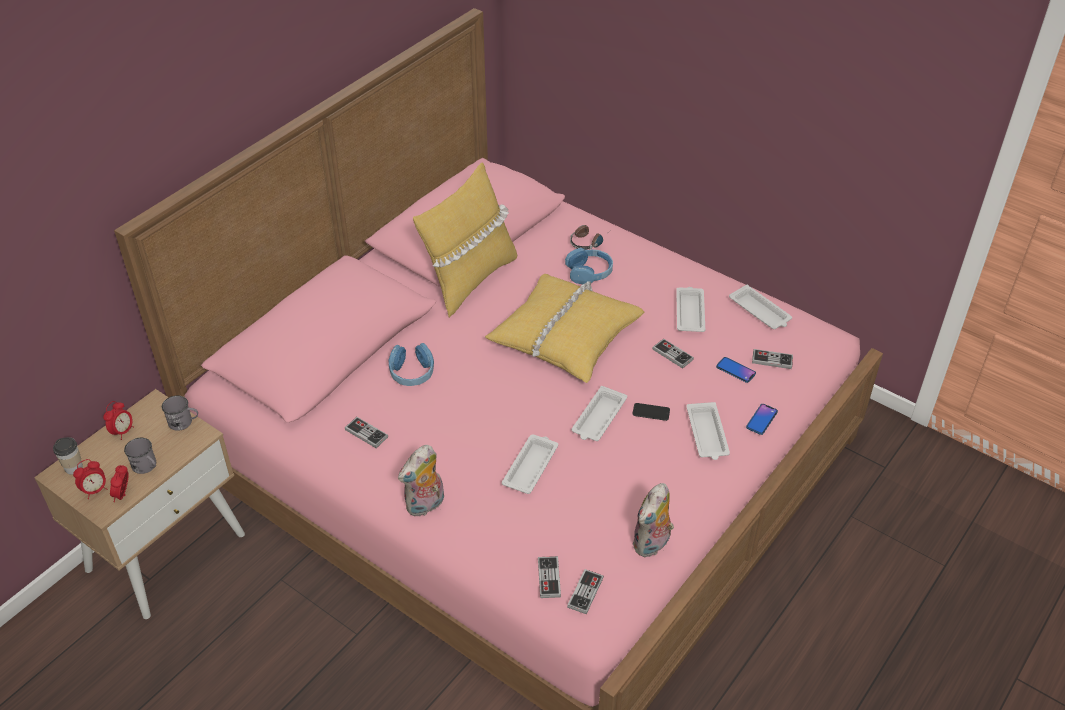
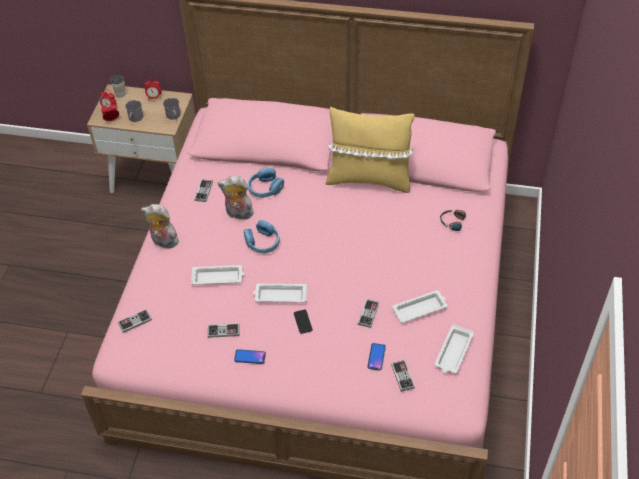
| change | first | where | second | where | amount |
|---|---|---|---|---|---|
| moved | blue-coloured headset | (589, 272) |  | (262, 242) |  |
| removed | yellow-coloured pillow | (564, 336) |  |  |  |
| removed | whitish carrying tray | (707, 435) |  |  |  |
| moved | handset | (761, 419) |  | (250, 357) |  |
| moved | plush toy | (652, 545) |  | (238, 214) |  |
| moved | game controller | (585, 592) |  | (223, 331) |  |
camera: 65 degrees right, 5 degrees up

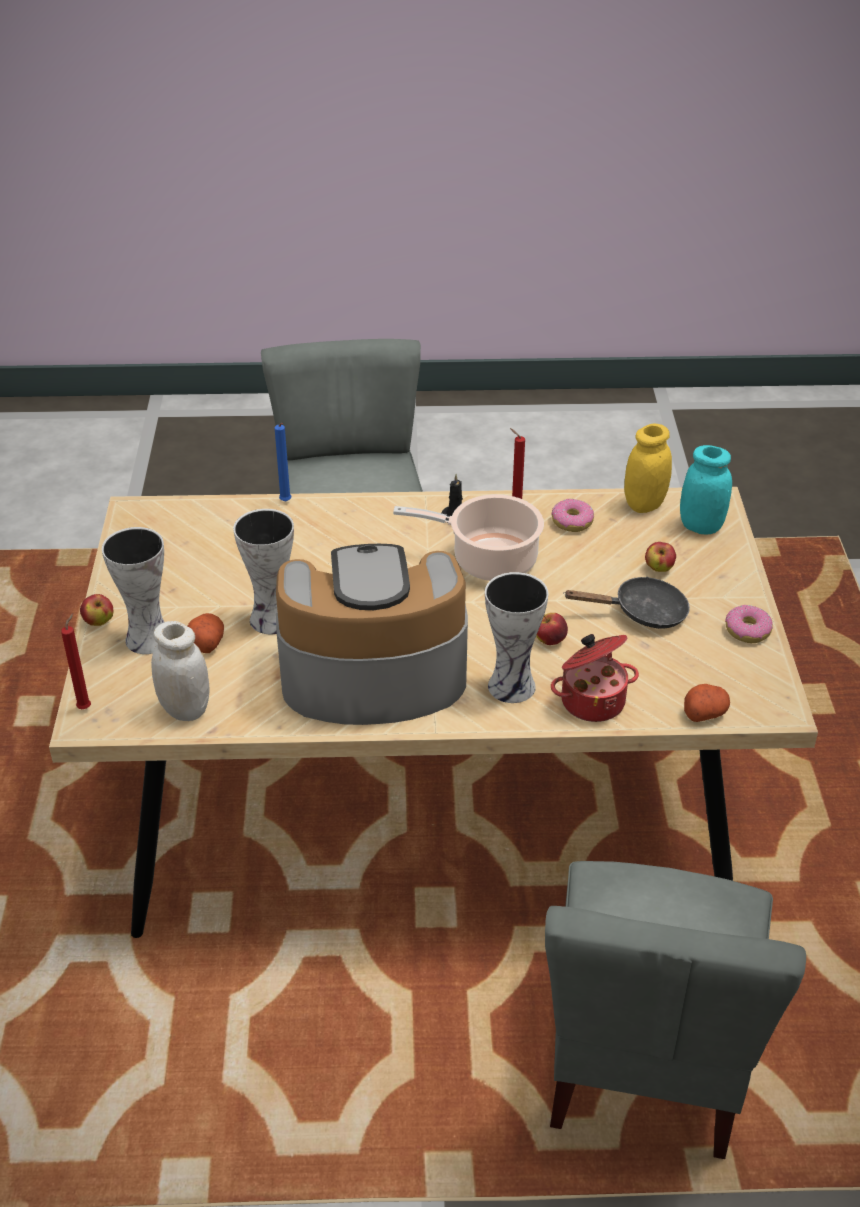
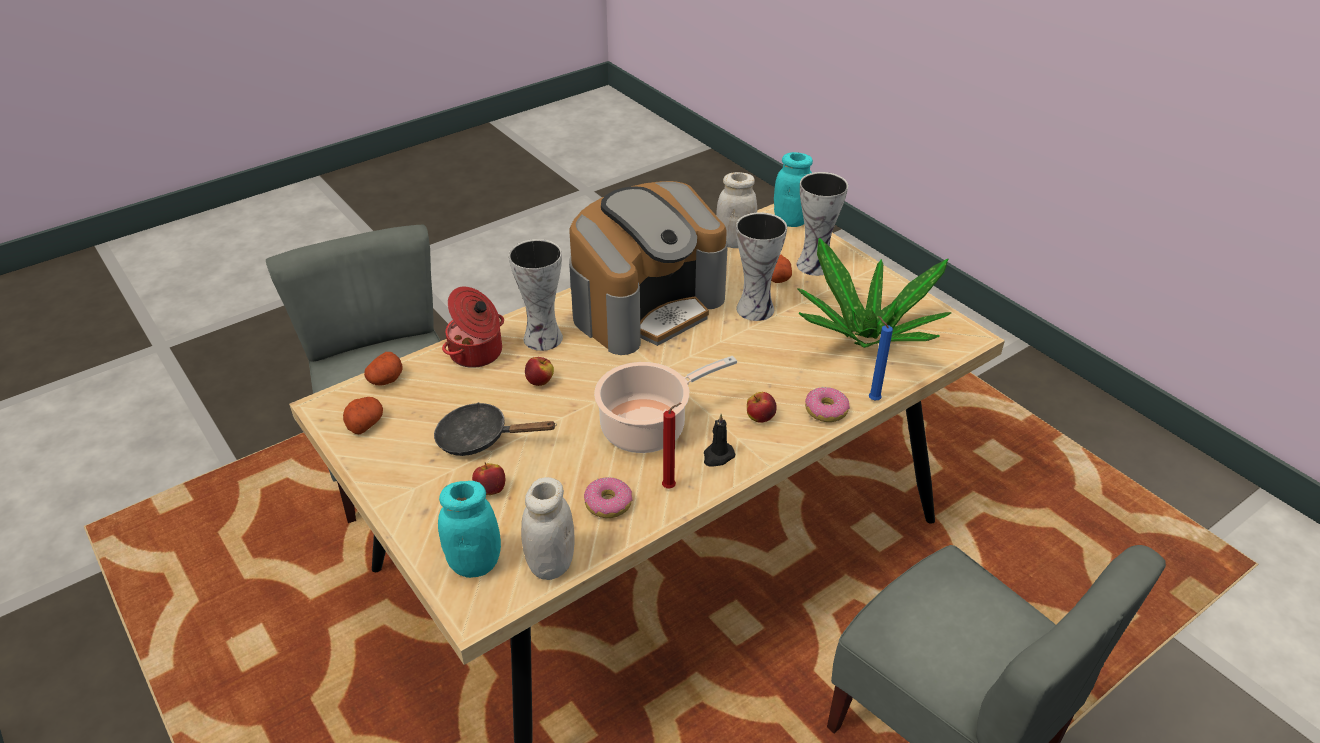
| change | first | where | second | where | amount |
|---|---|---|---|---|---|
| recoloured | yellow-coloured storage jar | (644, 504) | whitish storage jar | (551, 564) |  |
| turned | blackish frying pan | (642, 612) |  | (480, 438) | 45 degrees clockwise |
| moved | apple fruit | (99, 622) |  | (760, 418) |  |
| moved | doughnut | (747, 630) |  | (826, 410) |  |
| replaced | reddish wax candle | (86, 707) | blue-green storage jar | (791, 221) |  |
| added |  |  | houseplant | (866, 337) |  |
| added |  |  | spud | (365, 423) |  |
camera: 145 degrees right, 0 degrees up

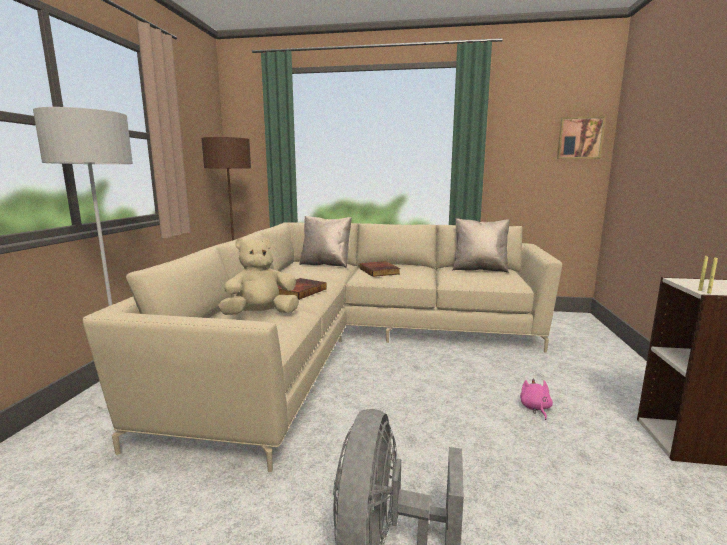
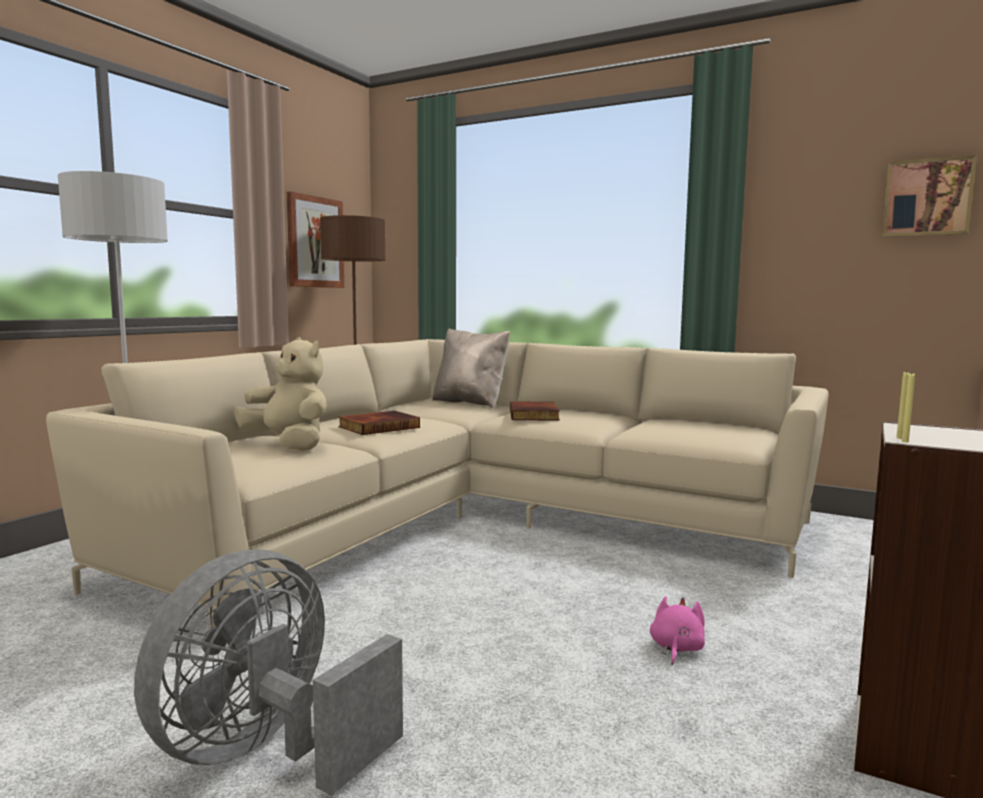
| change | first | where | second | where | amount |
|---|---|---|---|---|---|
| removed | beige-coloured pillow | (479, 269) |  |  |  |
| turned | beige-coloured plush toy | (261, 315) |  | (289, 445) | 45 degrees clockwise |
| added |  |  | picture | (315, 242) |  |
camera: 20 degrees right, 5 degrees down

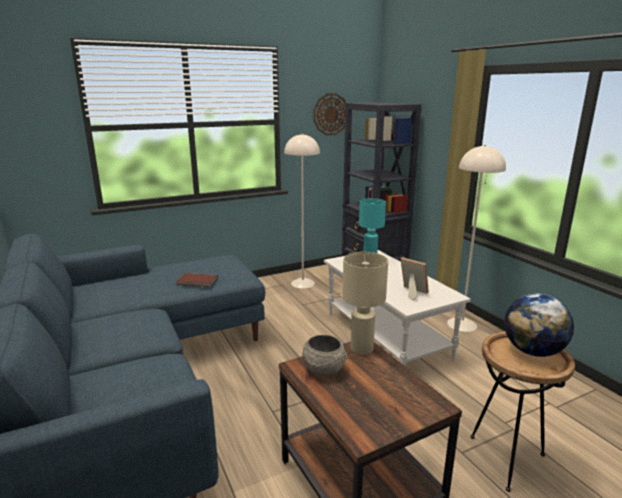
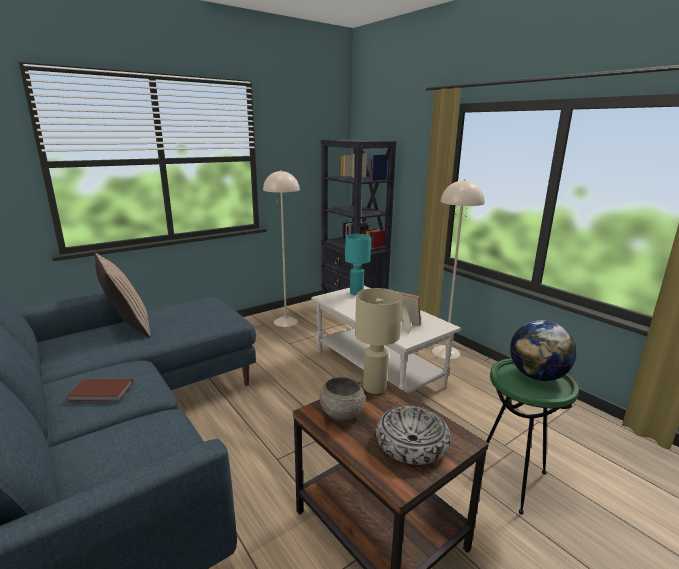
| change | first | where | second | where | amount |
|---|---|---|---|---|---|
| removed | wall clock | (330, 114) |  |  |  |
| moved | brown volume | (197, 282) |  | (101, 392) |  |
| recoloured | brown side table | (507, 459) | green-coloured side table | (513, 482) |  |
| added |  |  | pillow | (127, 326) |  |
| added |  |  | bowl | (411, 443) |  |
camera: 10 degrees left, 0 degrees up

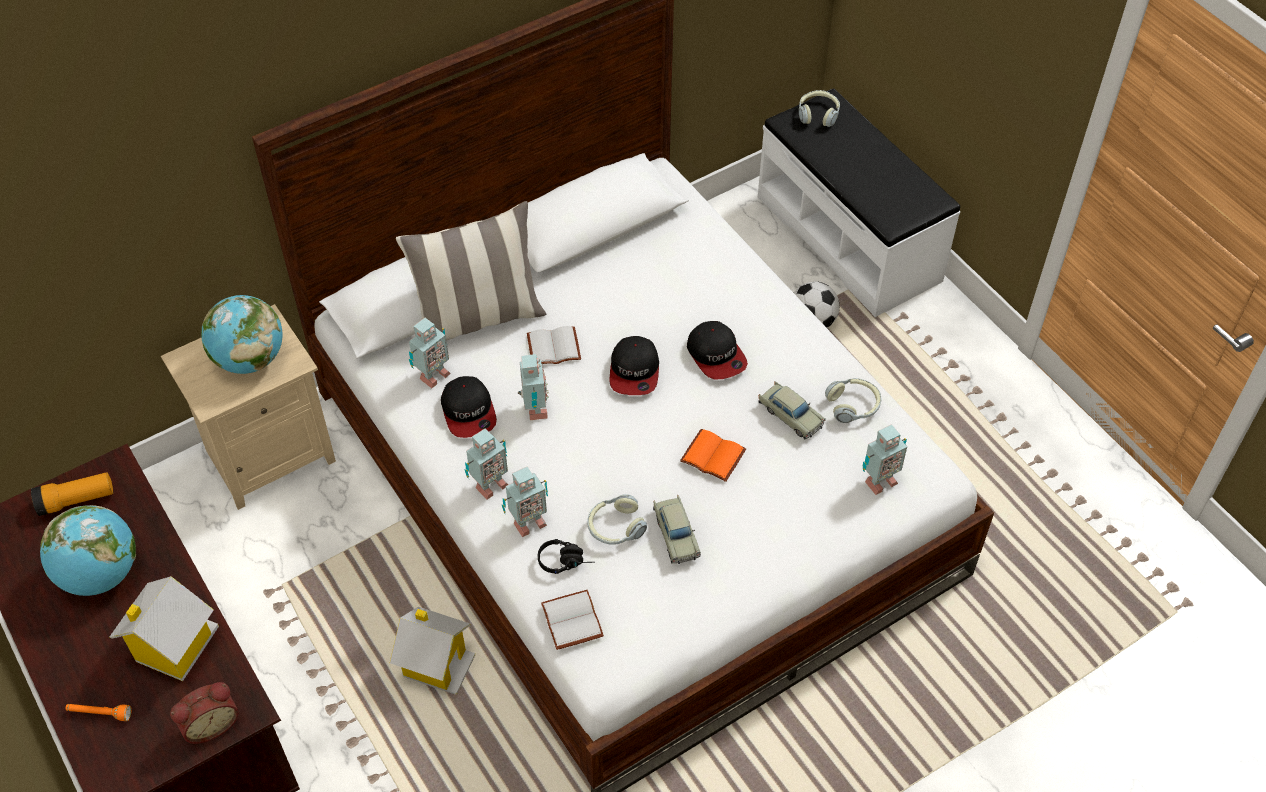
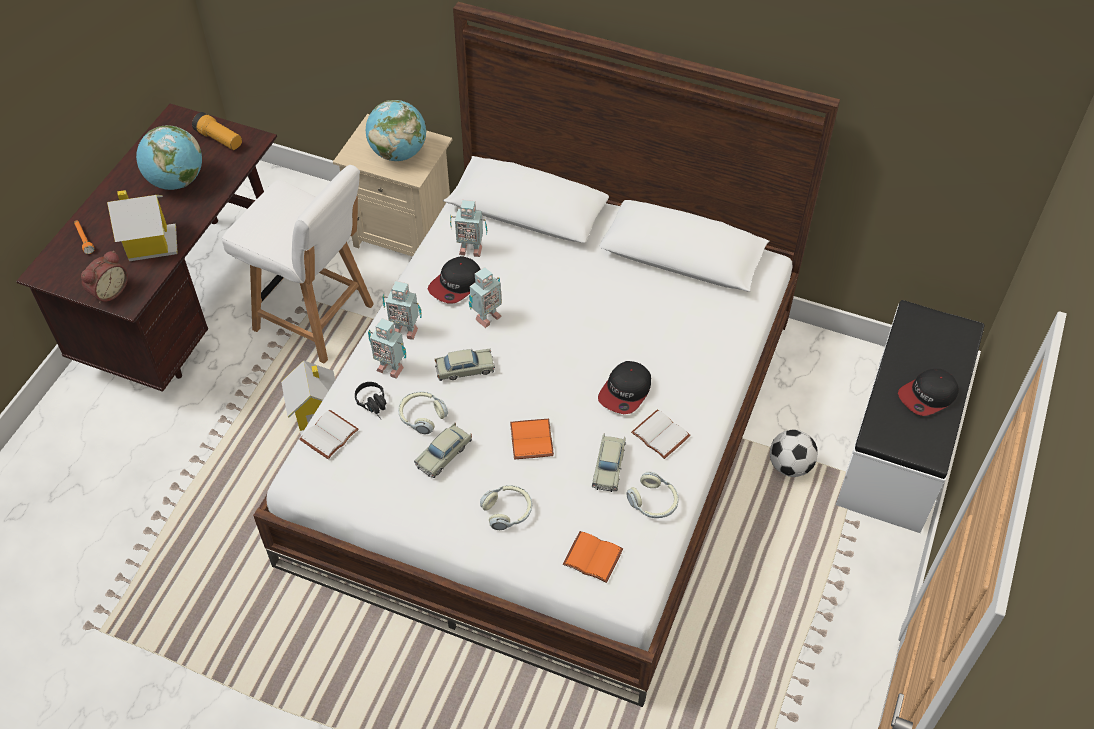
| change | first | where | second | where | amount |
|---|---|---|---|---|---|
| moved | headset | (818, 114) |  | (508, 511) |  |
| removed | pillow | (478, 317) |  |  |  |
| moved | whitish volume | (554, 346) |  | (662, 434) |  |
| moved | baseball cap | (634, 371) |  | (927, 396) |  |
| replaced | toy robot | (878, 481) | orange-coloured volume | (594, 556) |  |
| turned | alarm clock | (210, 723) |  | (108, 291) | 75 degrees counterclockwise |
| added |  |  | whitish chair | (316, 318) |  |
| added |  |  | beige-coloured model car | (465, 369) |  |
camera: 55 degrees right, 0 degrees up

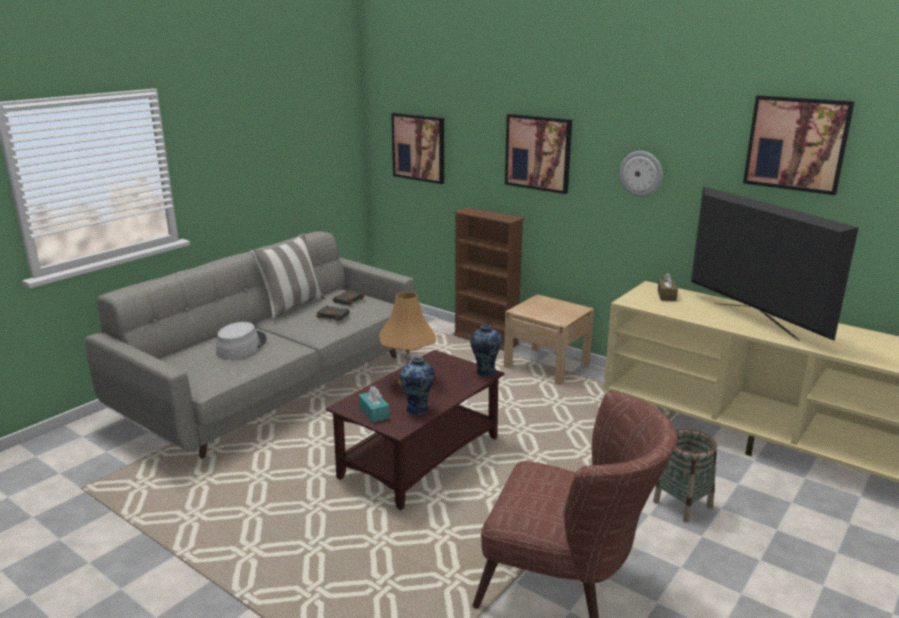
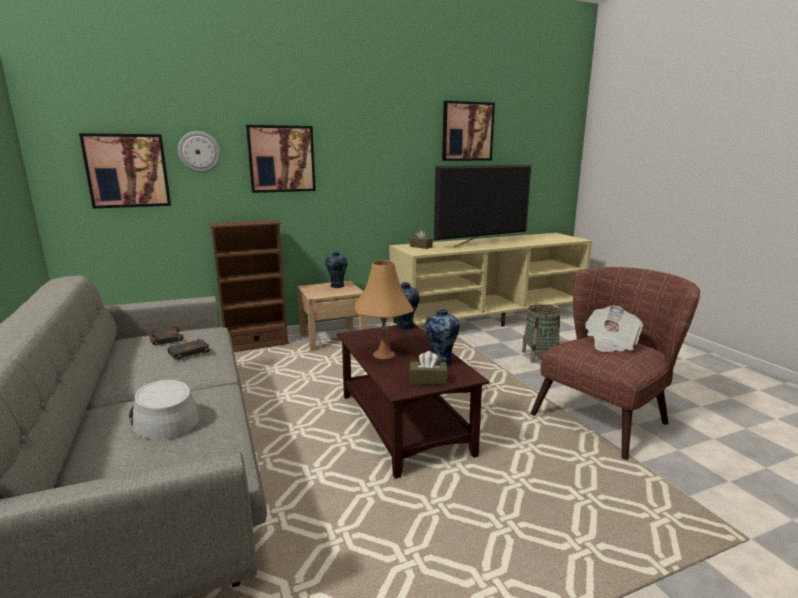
| change | first | where | second | where | amount |
|---|---|---|---|---|---|
| moved | wall clock | (641, 173) |  | (199, 152) |  |
| turned | television | (752, 321) |  | (481, 244) | 150 degrees clockwise |
| removed | pillow | (292, 306) |  |  |  |
| recoloured | blue-green tissue holder | (374, 413) | brown tissue holder | (428, 380) |  |
| added |  |  | flower vase | (337, 286) |  |
| added |  |  | newspaper | (610, 343) |  |
camera: 60 degrees left, 5 degrees down

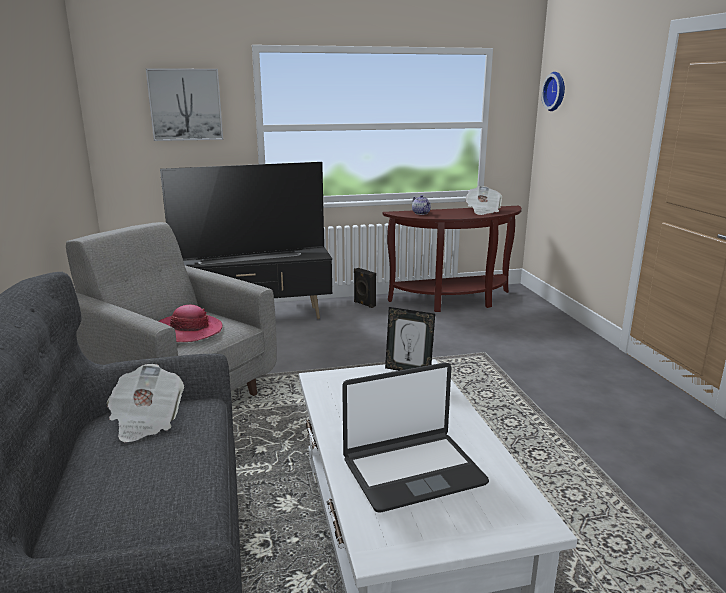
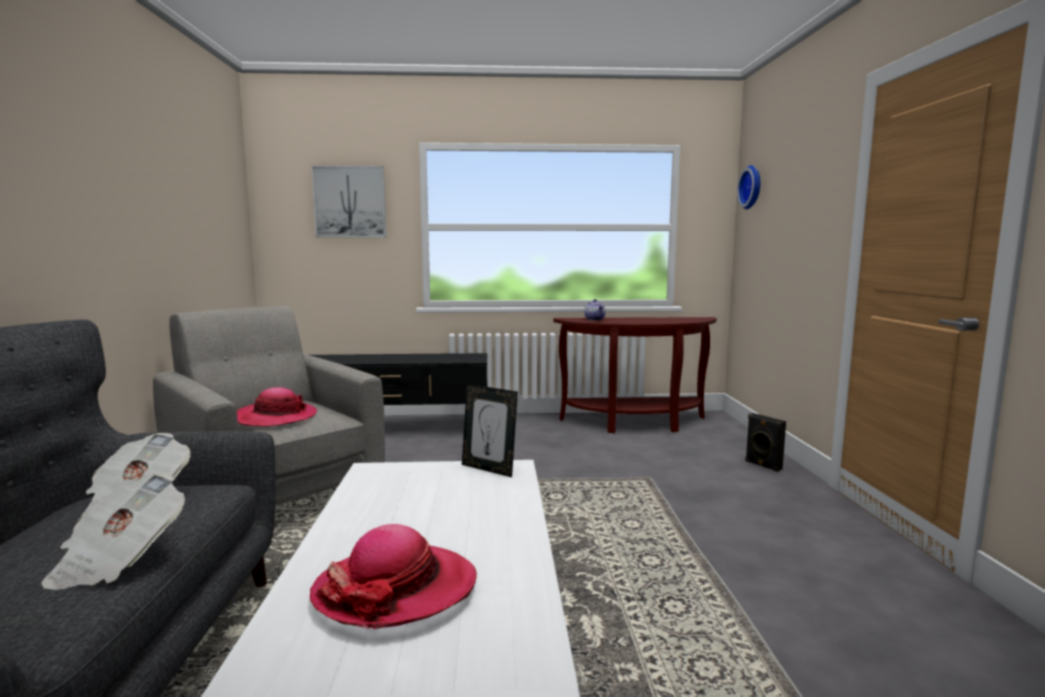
| change | first | where | second | where | amount |
|---|---|---|---|---|---|
| removed | television | (249, 256) |  |  |  |
| moved | newspaper | (482, 211) |  | (118, 560) |  |
| moved | blackish audio speaker | (364, 304) |  | (762, 465) |  |
| replaced | laptop | (412, 471) | clothing hat | (395, 589) |  |
camera: 10 degrees right, 10 degrees down

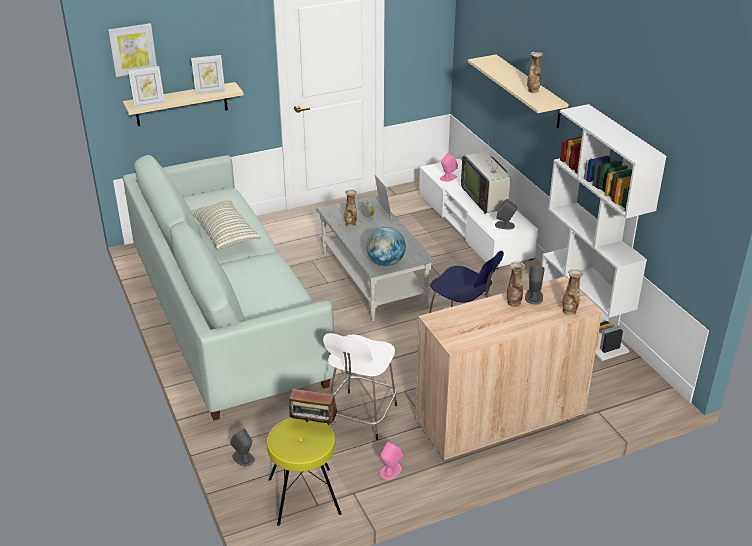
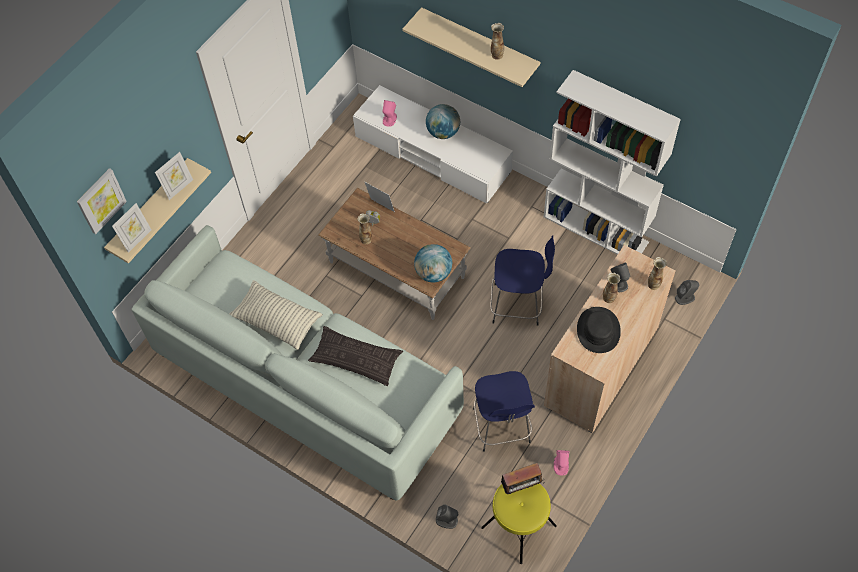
| change | first | where | second | where | amount |
|---|---|---|---|---|---|
| replaced | television | (486, 199) | globe | (443, 132) |  |
| recoloured | gray low table | (373, 279) | brown low table | (396, 269) |  |
| moved | gray audio speaker | (505, 225) |  | (685, 297) |  |
| recoloured | whitish stool | (361, 417) | blue-coloured stool | (502, 427) |  |
| added |  |  | blackish clothing hat | (598, 330) |  |
| added |  |  | pillow | (356, 359) |  |
camera: 30 degrees left, 25 degrees up

